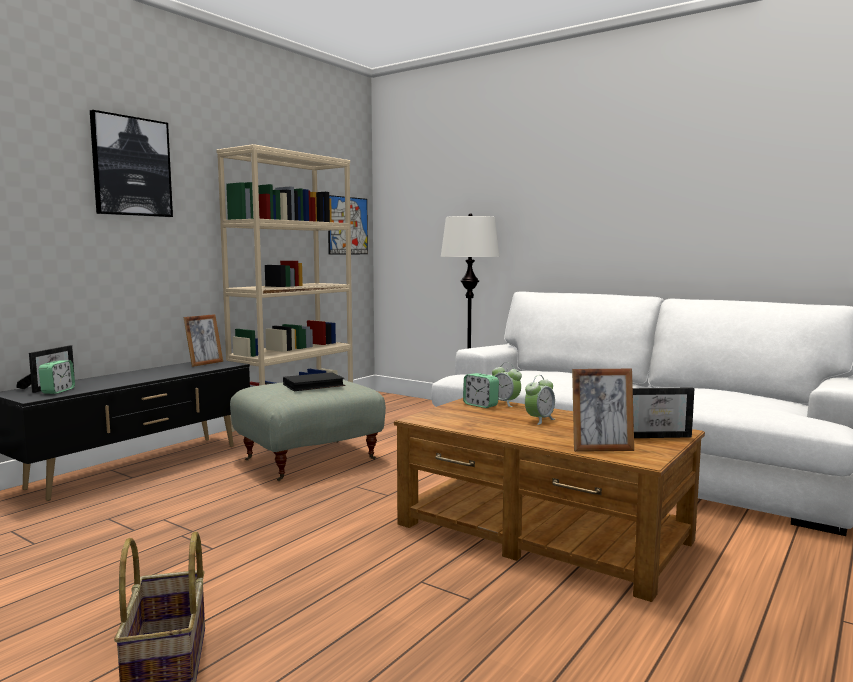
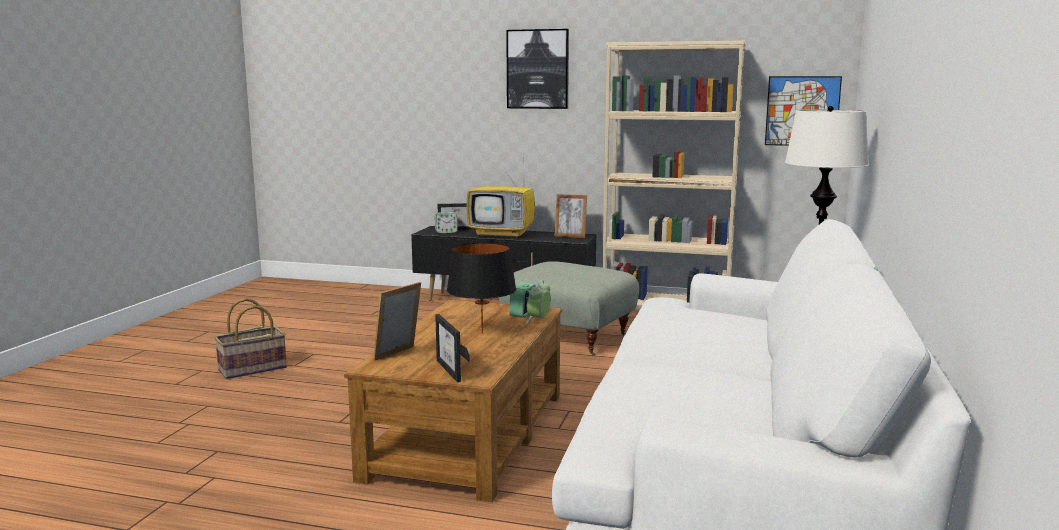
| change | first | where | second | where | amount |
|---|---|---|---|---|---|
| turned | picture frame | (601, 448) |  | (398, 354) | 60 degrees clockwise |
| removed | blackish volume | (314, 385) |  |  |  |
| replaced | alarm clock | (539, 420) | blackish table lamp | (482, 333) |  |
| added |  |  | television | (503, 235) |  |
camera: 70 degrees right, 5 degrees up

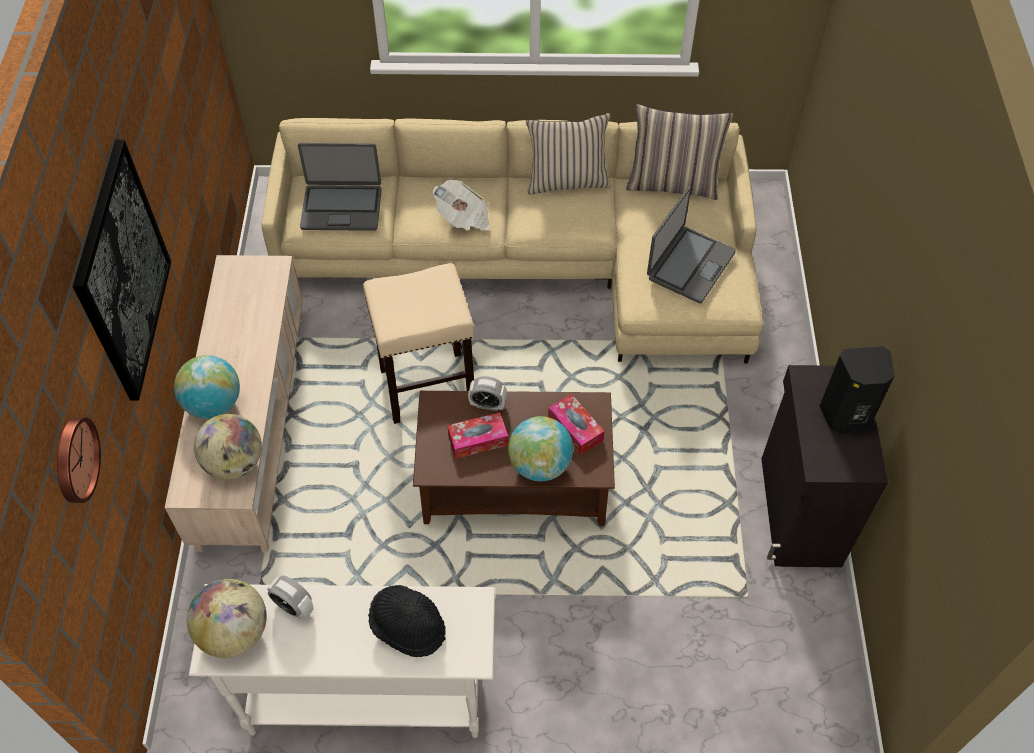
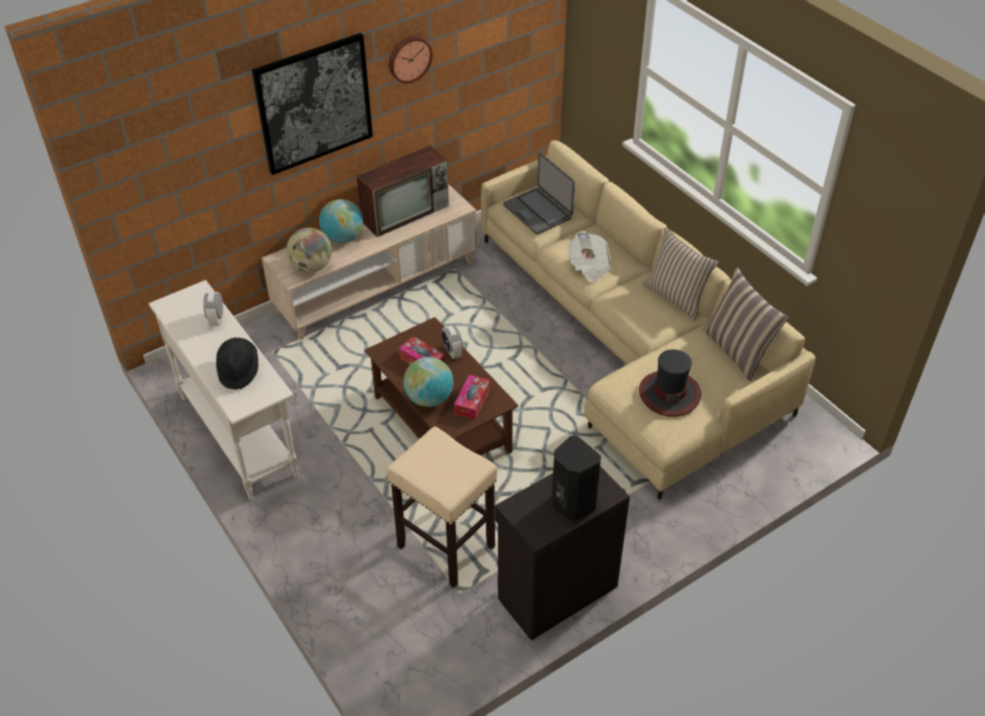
| change | first | where | second | where | amount |
|---|---|---|---|---|---|
| replaced | laptop | (690, 265) | clothing hat | (669, 393) |  |
| moved | beige-coloured stool | (426, 388) |  | (445, 546) |  |
| moved | wall clock | (74, 459) |  | (409, 58) |  |
| removed | globe | (234, 632) |  |  |  |
| added |  |  | television | (406, 212) |  |
camera: 55 degrees right, 10 degrees down

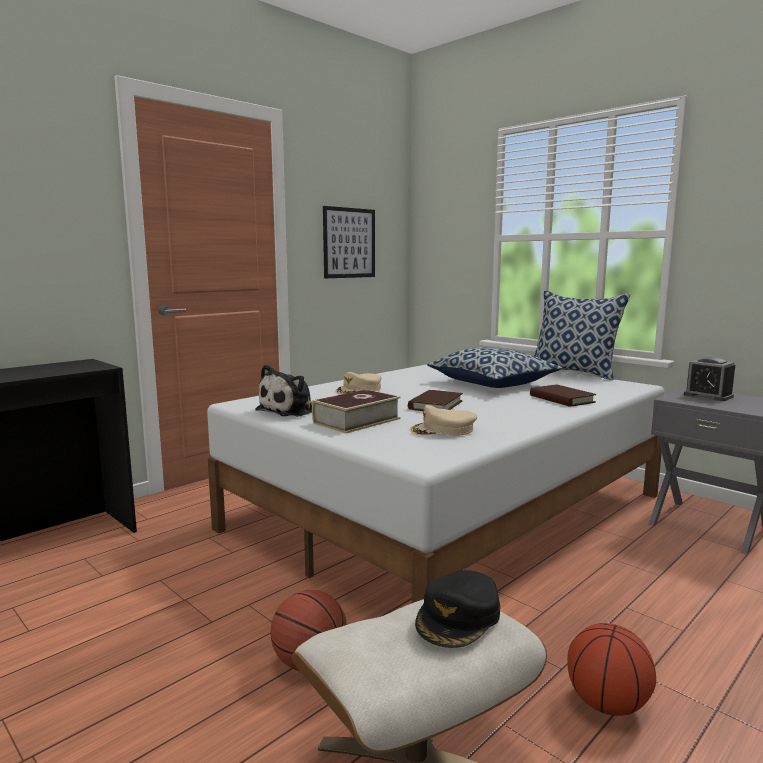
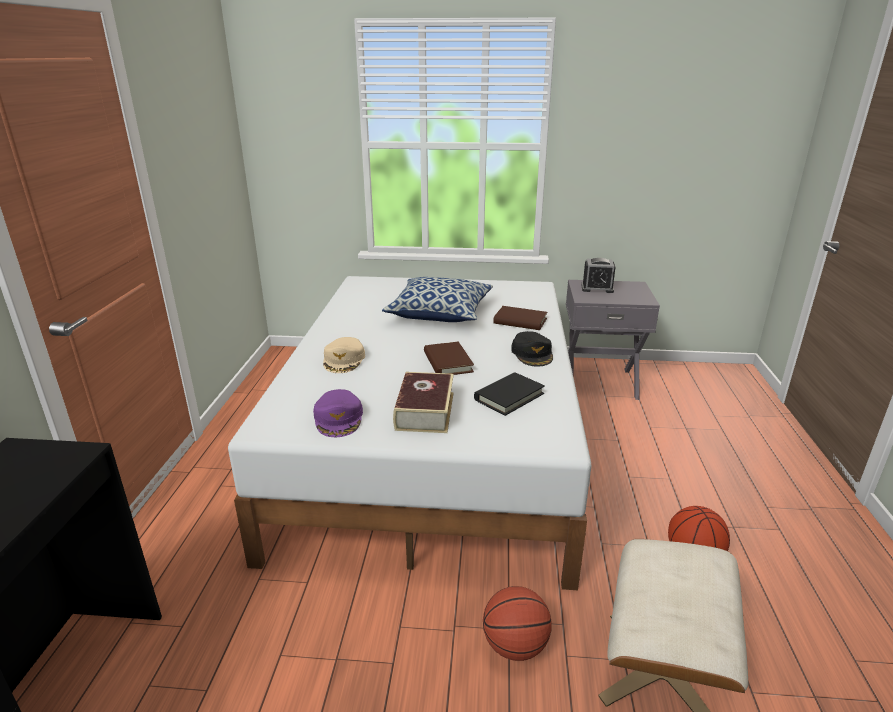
| change | first | where | second | where | amount |
|---|---|---|---|---|---|
| removed | picture | (349, 243) |  |  |  |
| removed | pillow | (574, 373) |  |  |  |
| replaced | plush toy | (291, 410) | purple-coloured baseball cap | (339, 418) |  |
| replaced | beige-coloured baseball cap | (443, 430) | blackish volume | (509, 396) |  |
| moved | blackish baseball cap | (458, 617) |  | (532, 354) |  |
camera: 40 degrees left, 15 degrees up

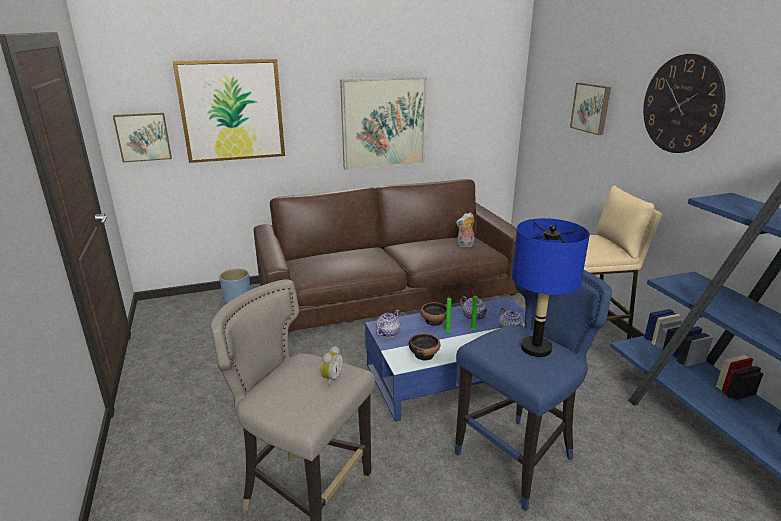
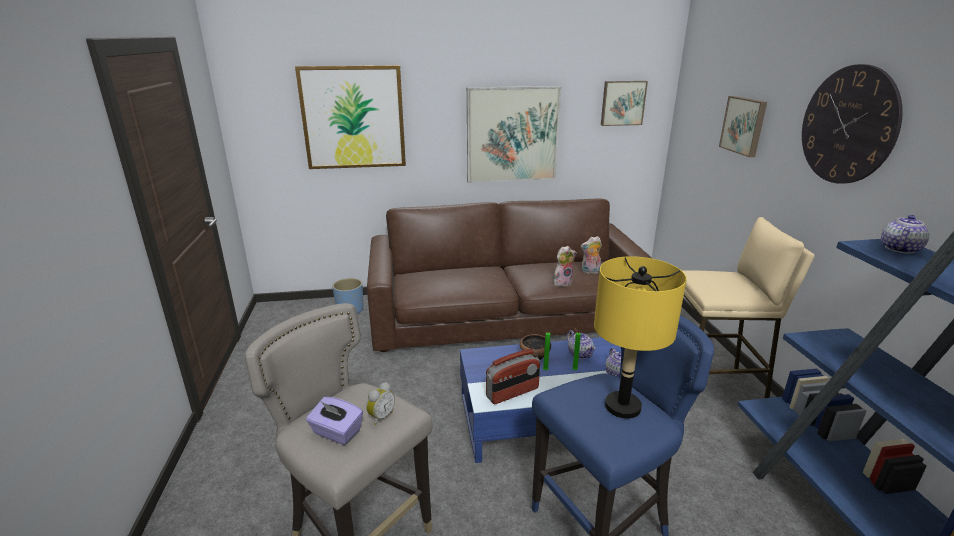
| change | first | where | second | where | amount |
|---|---|---|---|---|---|
| moved | picture | (143, 137) |  | (622, 103) |  |
| recoloured | blue-coloured table lamp | (536, 348) | yellow-coloured table lamp | (623, 407) |  |
| moved | pot for tea | (387, 333) |  | (899, 249) |  |
| replaced | bowl | (424, 354) | radio receiver | (512, 393) |  |
| added |  |  | plush toy | (562, 282) |  |
| added |  |  | purple-coloured tissue holder | (336, 432) |  |
camera: 10 degrees right, 0 degrees up

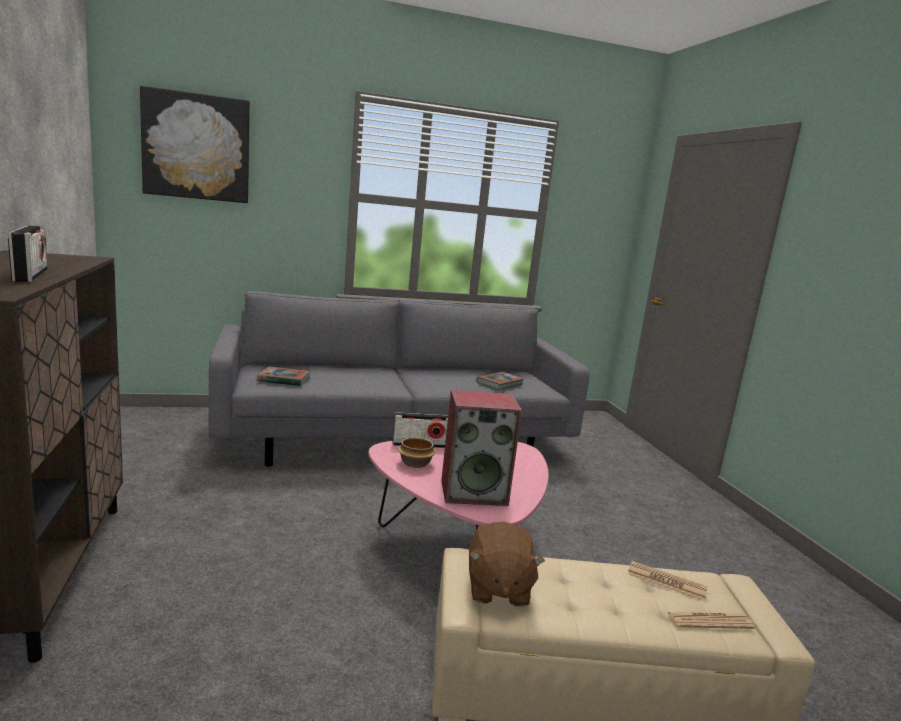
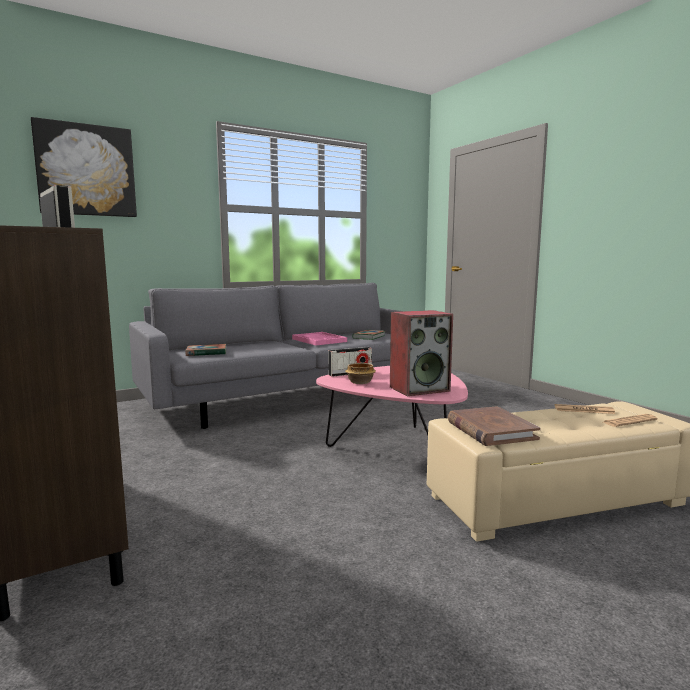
| change | first | where | second | where | amount |
|---|---|---|---|---|---|
| replaced | brown plush toy | (497, 588) | brown volume | (490, 430) |  |
| added |  |  | pinkish carrying tray | (319, 340) |  |
camera: 15 degrees left, 5 degrees down

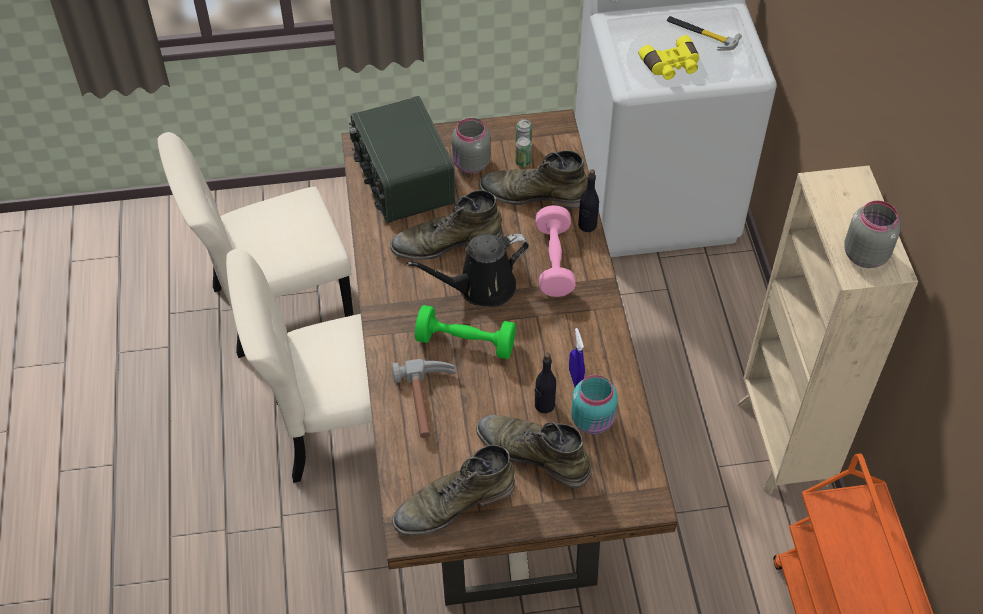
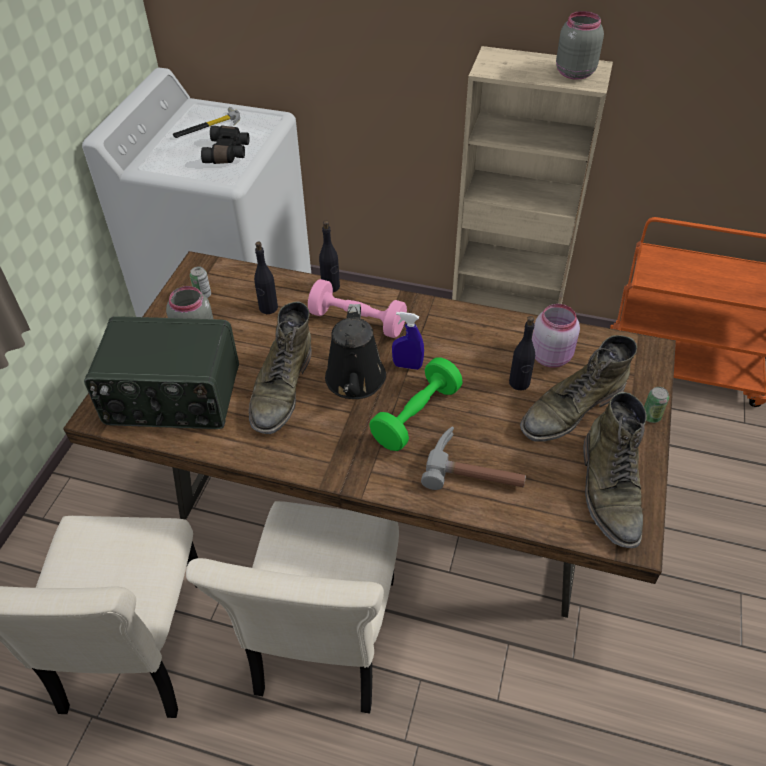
| change | first | where | second | where | amount |
|---|---|---|---|---|---|
| recoloured | yellow-coloured binoculars | (671, 66) | blackish binoculars | (228, 153) |  |
| moved | sealed can | (523, 162) |  | (651, 416) |  |
| replaced | green-coloured boot | (533, 194) | blackish beverage bottle | (268, 308) |  |
| moved | blue-coloured hand sprayer | (575, 378) |  | (407, 366) |  |
| recoloured | blue-green storage jar | (593, 421) | pinkish storage jar | (551, 356) |  |
camera: 65 degrees left, 5 degrees down

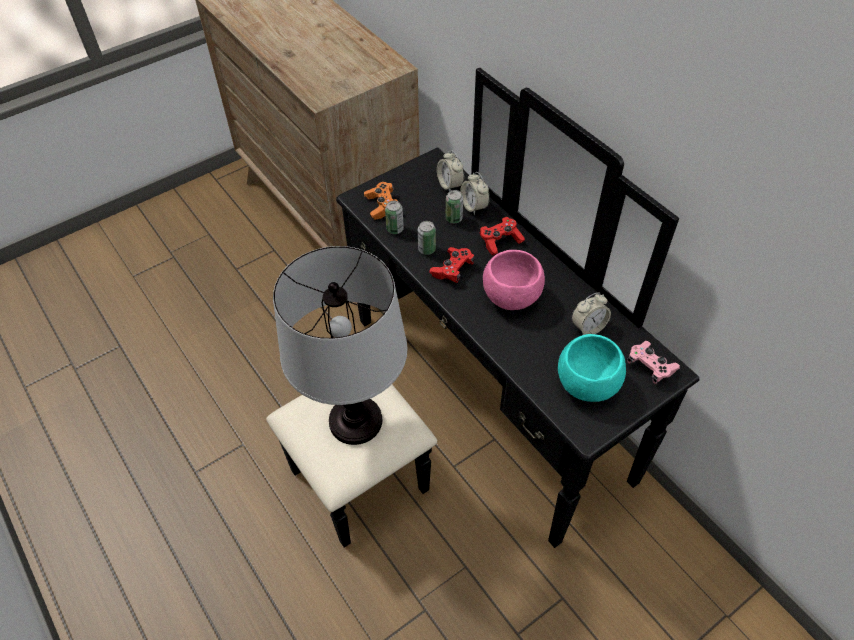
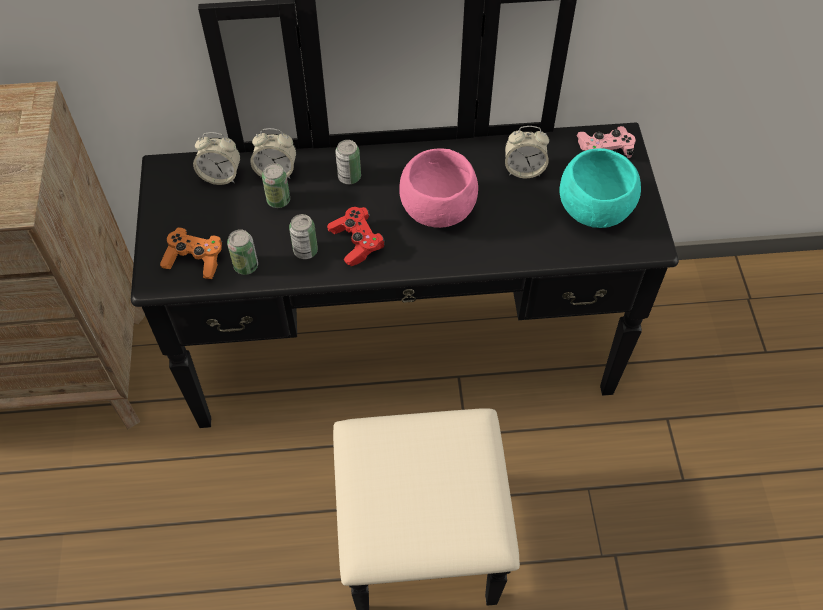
| change | first | where | second | where | amount |
|---|---|---|---|---|---|
| replaced | reddish game controller | (500, 241) | sealed can | (349, 177) |  |
| removed | table lamp | (355, 420) |  |  |  |
| turned | alarm clock | (588, 327) |  | (524, 169) | 90 degrees clockwise |
camera: 60 degrees left, 5 degrees up

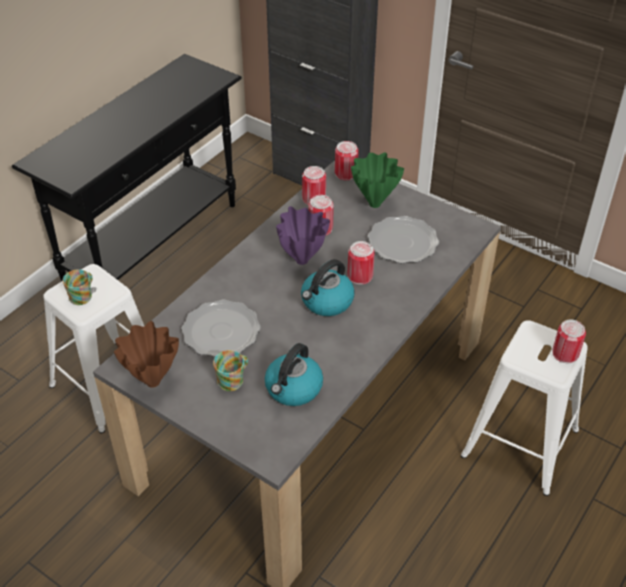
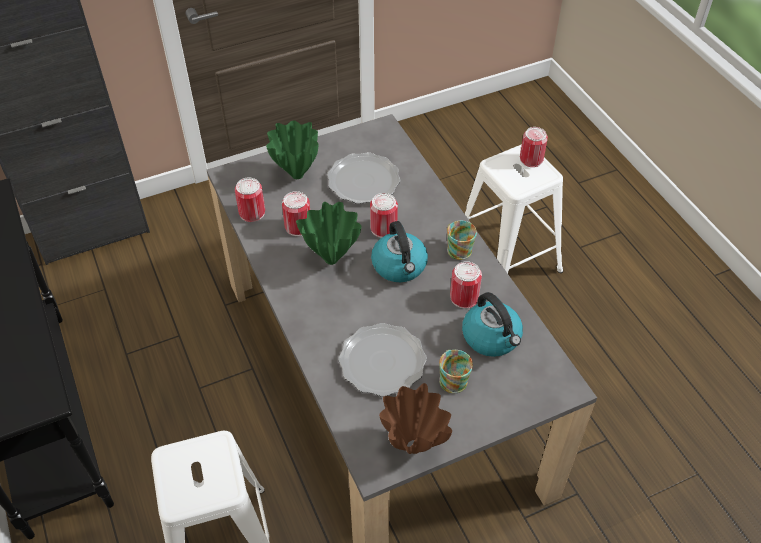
| change | first | where | second | where | amount |
|---|---|---|---|---|---|
| moved | sealed can | (346, 173) |  | (464, 297) |  |
| recoloured | purple-coloured flower vase | (302, 261) | green-coloured flower vase | (332, 259) |  |
| moved | tea mug | (83, 295) |  | (457, 248) |  |
camera: 60 degrees left, 5 degrees up

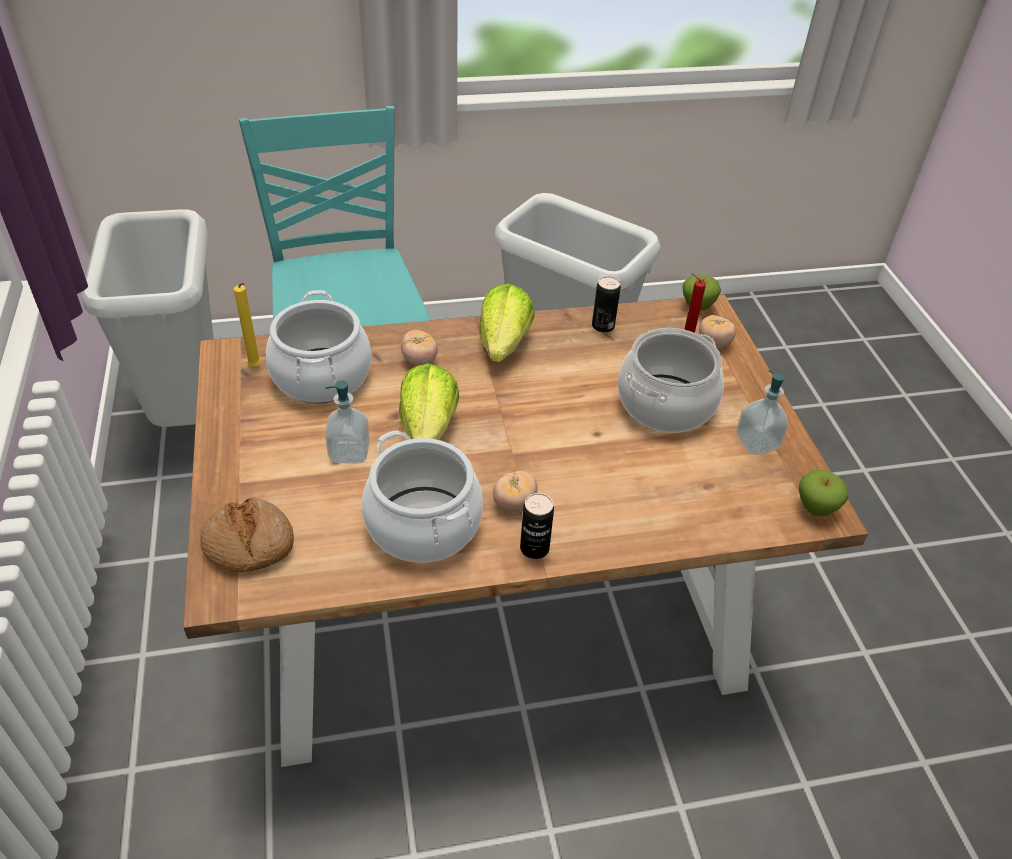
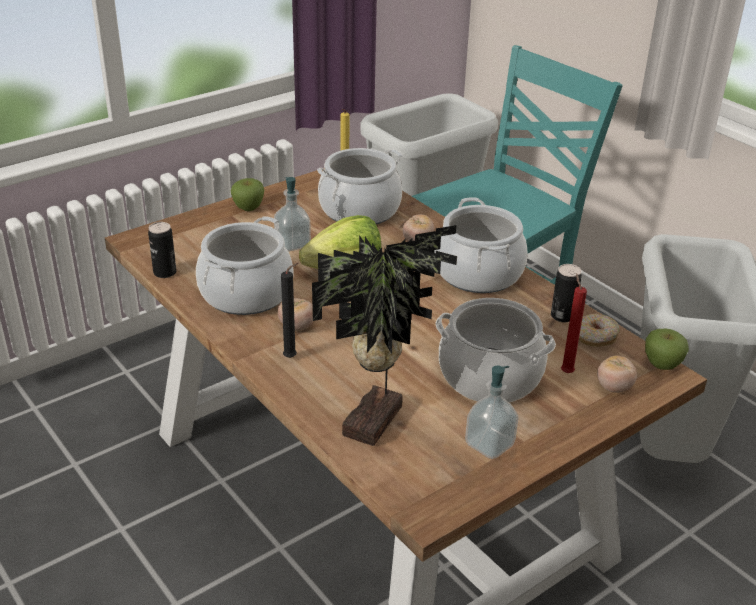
| change | first | where | second | where | amount |
|---|---|---|---|---|---|
| replaced | head of lettuce | (503, 344) | cooking pot | (478, 273) |  |
| moved | apple fruit | (816, 508) |  | (248, 208) |  |
| moved | sealed can | (534, 548) |  | (165, 272) |  |
| removed | bakery bread | (249, 545) |  |  |  |
| added |  |  | houseplant | (378, 422) |  |
| added |  |  | blackish wax candle | (292, 357) |  |
| added |  |  | doughnut | (595, 337) |  |
camera: 65 degrees right, 10 degrees down

